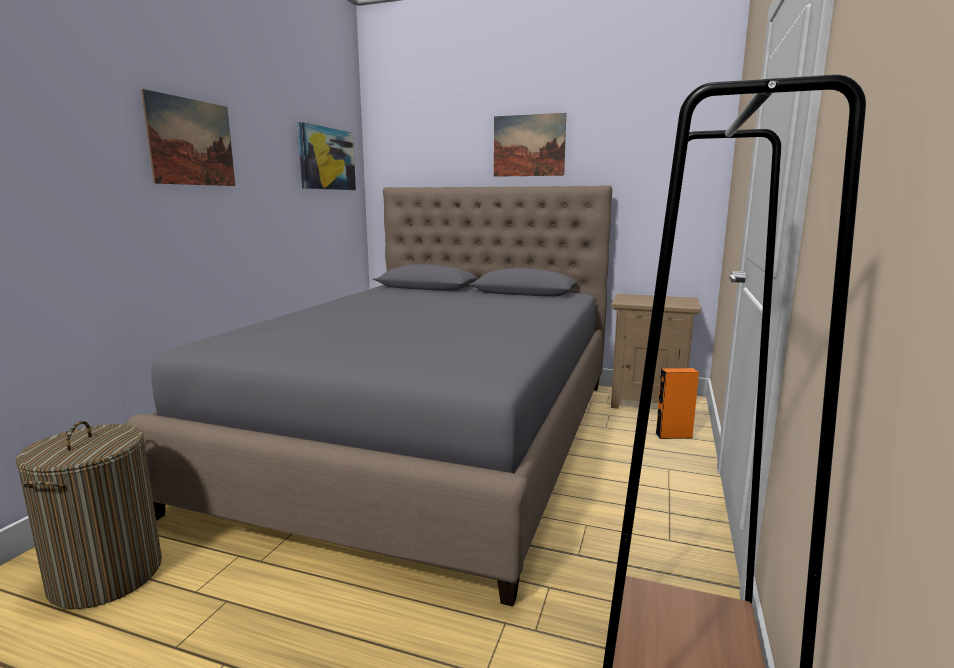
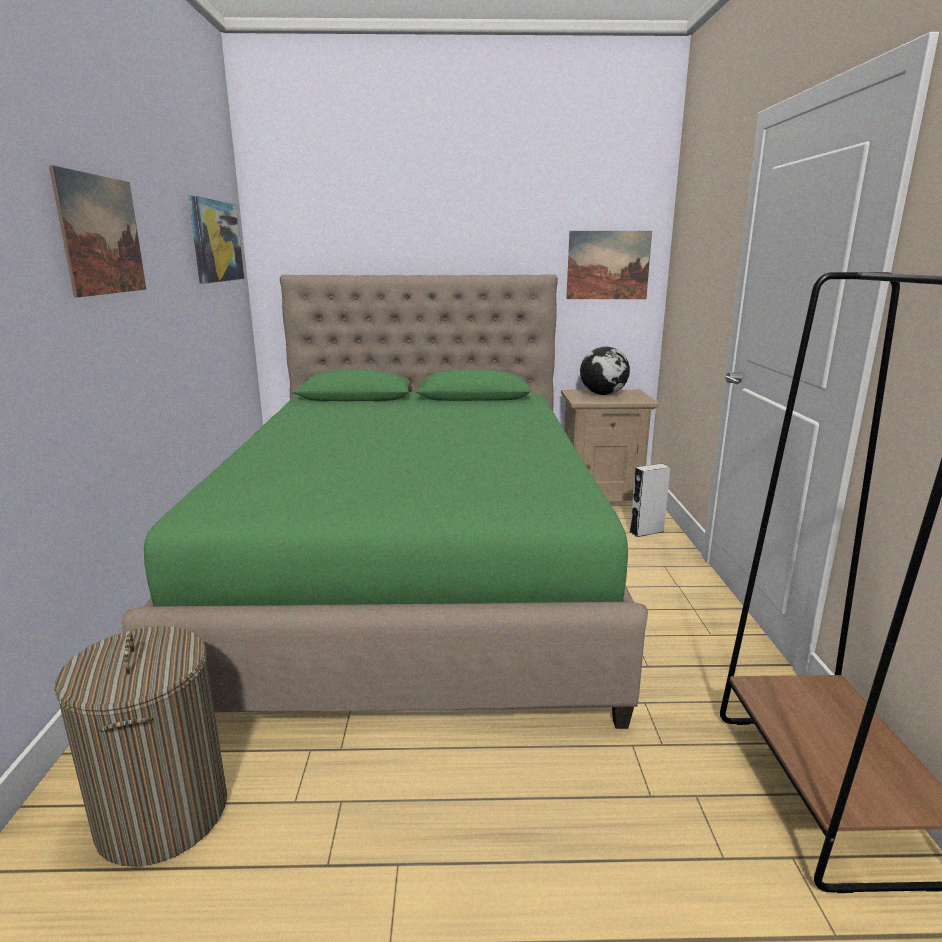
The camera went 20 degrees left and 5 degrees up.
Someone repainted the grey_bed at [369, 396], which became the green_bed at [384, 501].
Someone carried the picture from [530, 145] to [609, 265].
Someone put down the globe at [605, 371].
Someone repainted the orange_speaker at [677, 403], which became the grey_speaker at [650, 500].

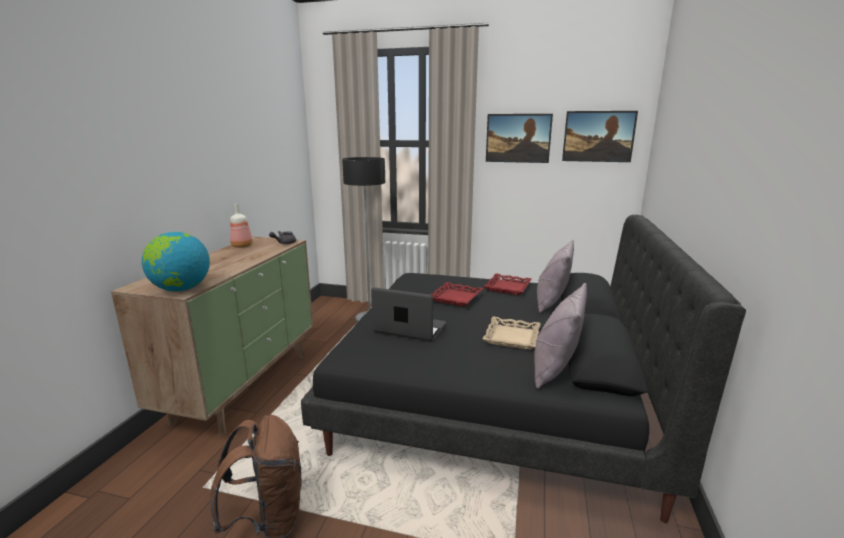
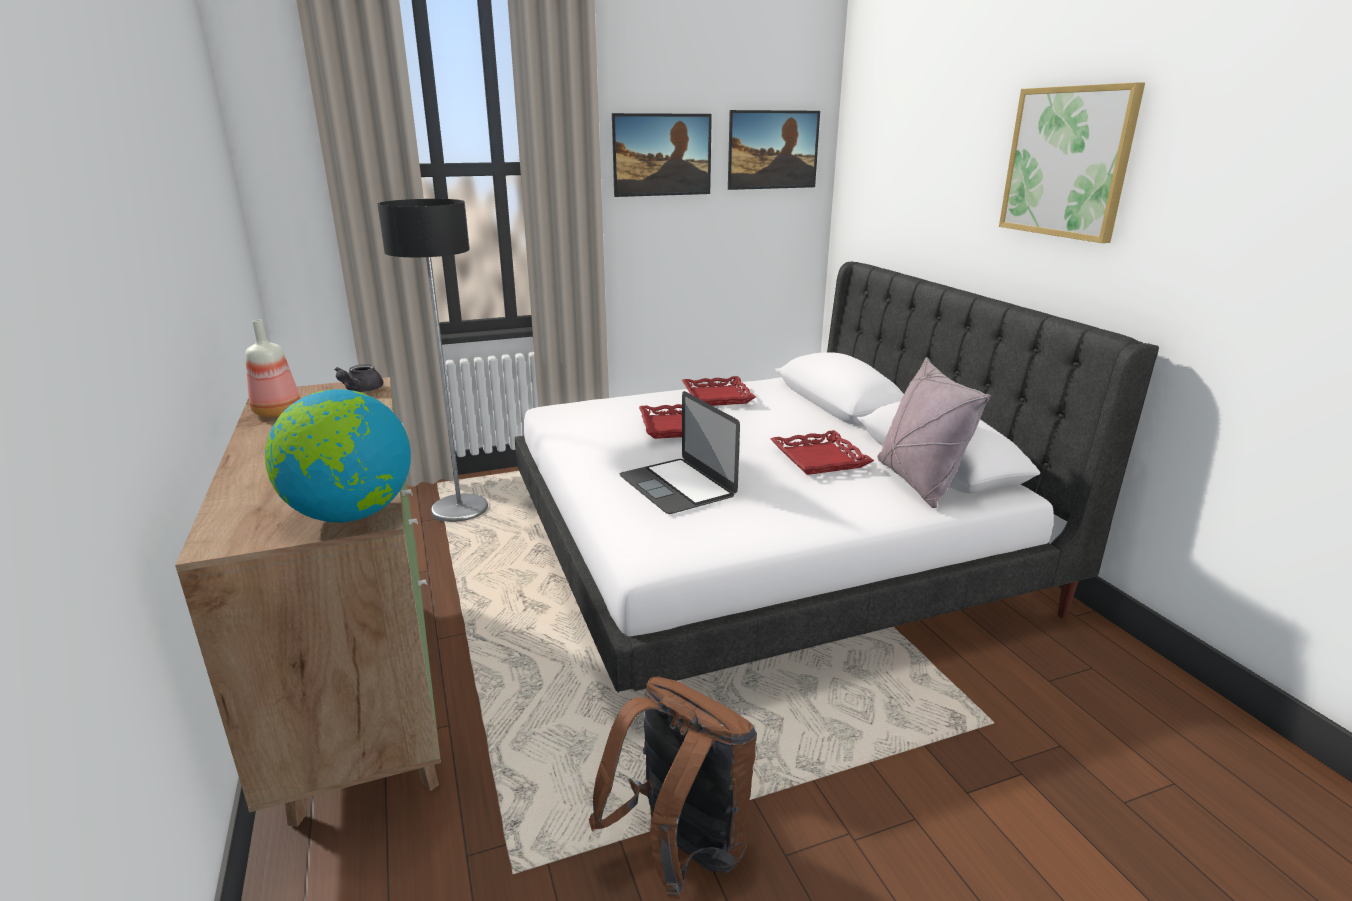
The camera went 35 degrees left and 5 degrees up.
Someone repainted the black_bed at [523, 369], which became the white_bed at [837, 477].
Someone rotated the laptop at [408, 314] by 105 degrees counterclockwise.
Someone repainted the beige_tray at [512, 333], which became the red_tray at [822, 452].
Someone put up the picture at [1072, 162].
Someone took away the purple_pillow at [555, 276].

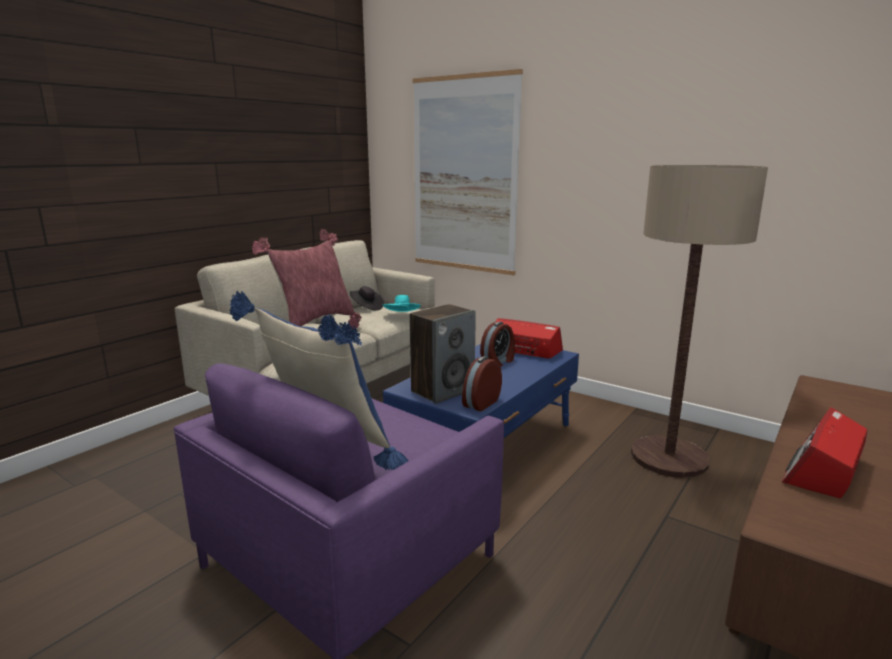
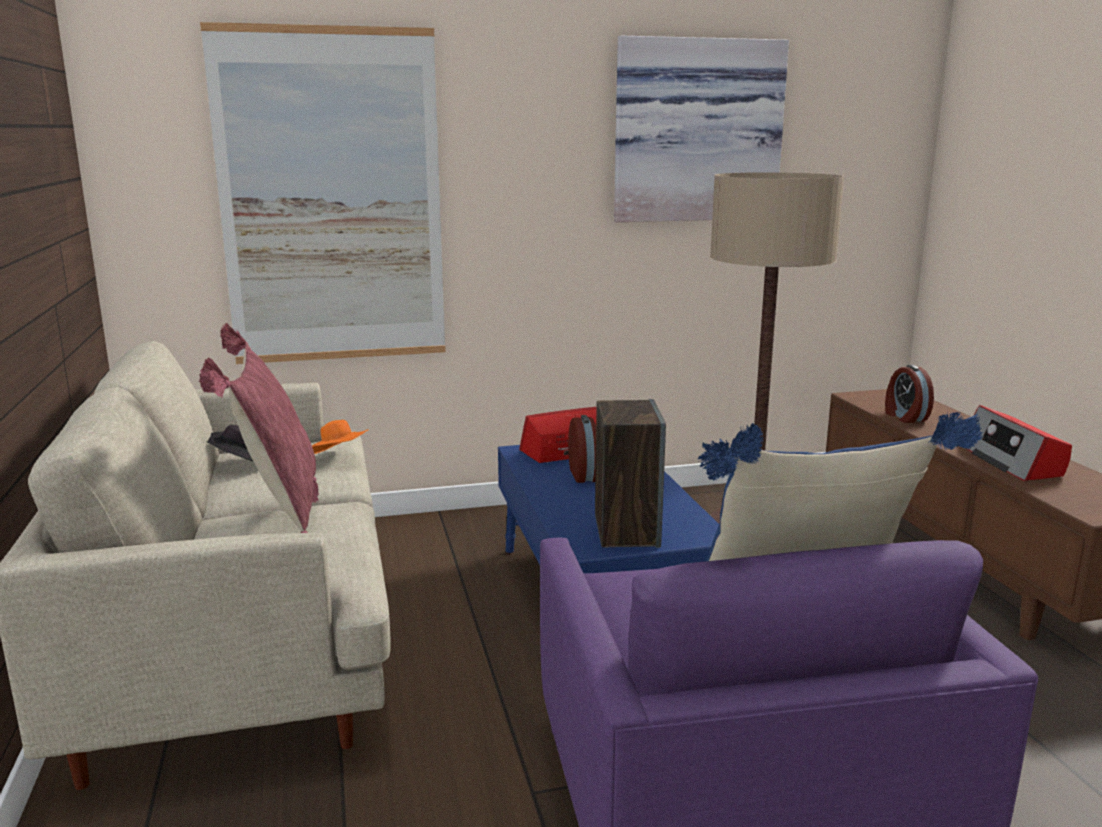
The camera went 50 degrees left and 0 degrees up.
Someone repainted the turquoise_hat at [402, 303], which became the orange_hat at [340, 437].
Someone put up the picture at [701, 129].
Someone carried the alarm_clock from [482, 383] to [909, 394].

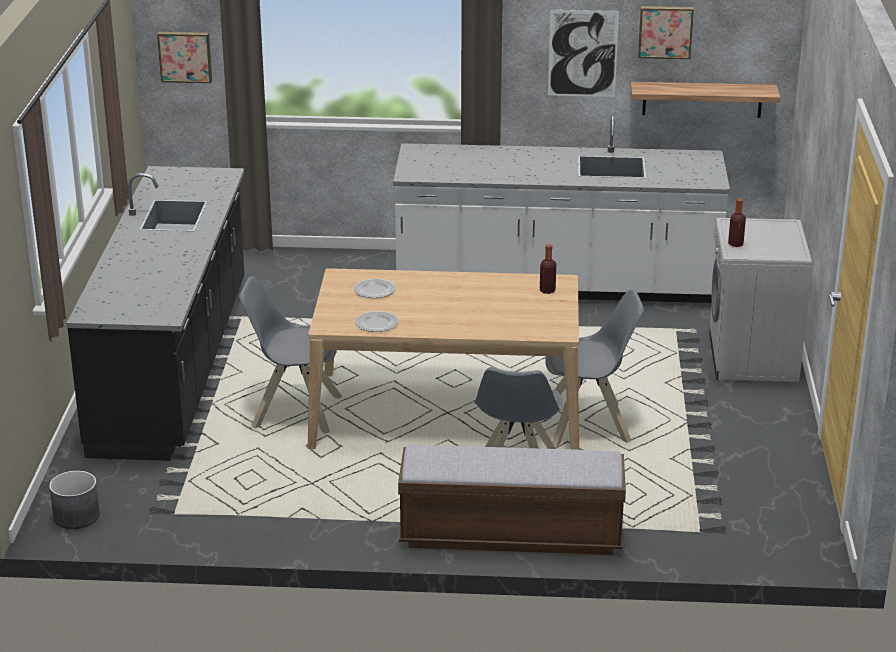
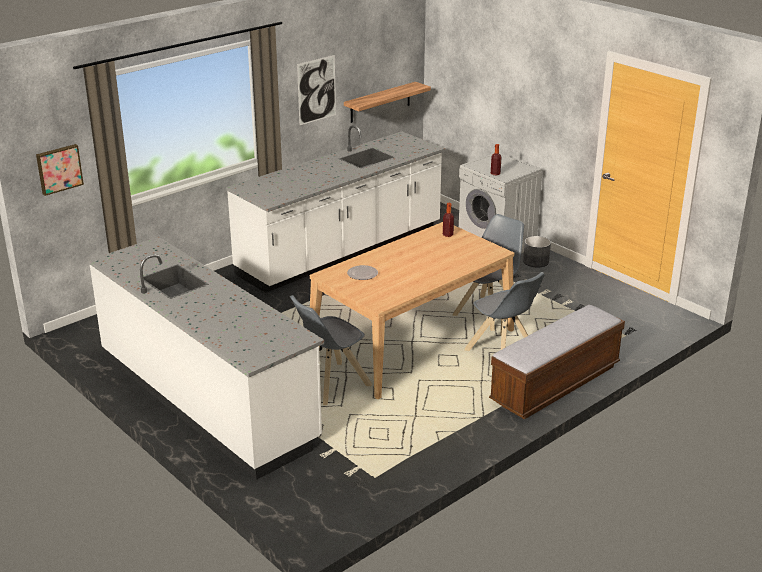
The camera went 45 degrees left and 0 degrees up.
Someone repainted the black_counter at [155, 313], which became the white_counter at [206, 358].
Someone carried the grey_planter from [74, 500] to [537, 252].
Someone took away the plate at [376, 321].
Someone took away the picture at [666, 32].

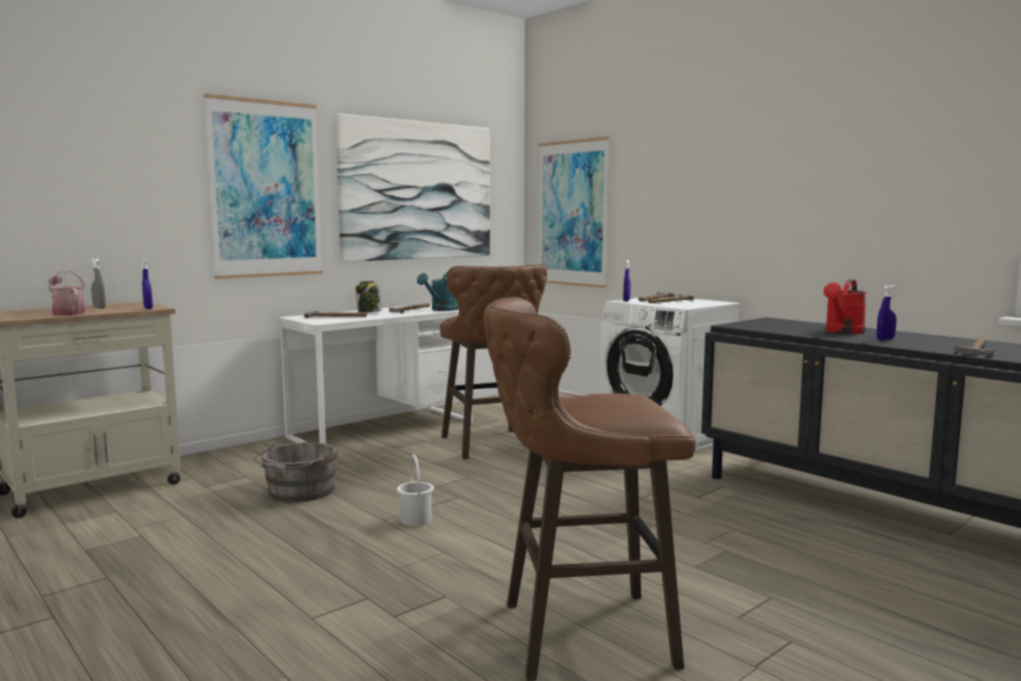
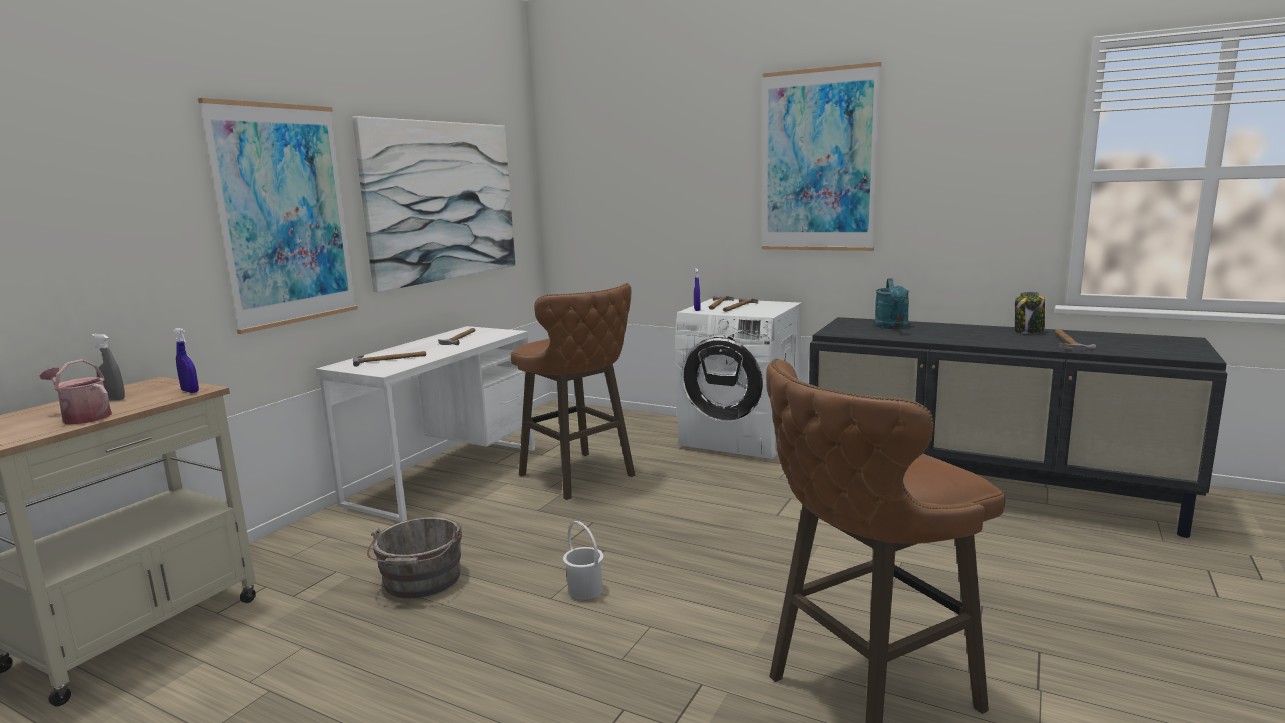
The camera went 20 degrees left and 5 degrees up.
Someone carried the picture from [574, 212] to [821, 156].
Someone carried the turquoise_watering_can from [438, 291] to [891, 303].
Someone carried the jar from [369, 297] to [1030, 313].
Someone took away the red_watering_can at [845, 307].
Someone took away the blue_spray_bottle at [886, 312].

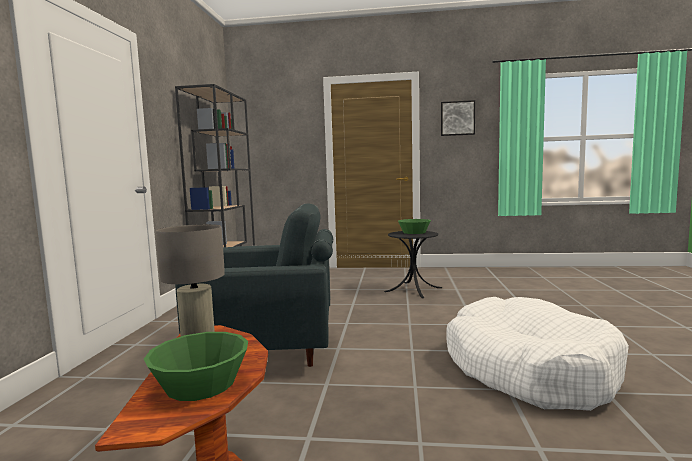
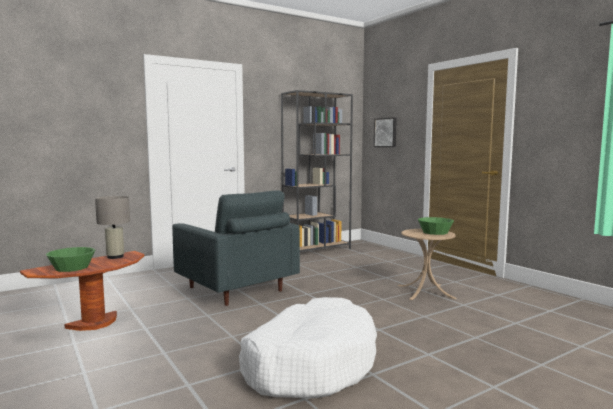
The camera went 50 degrees right and 0 degrees up.
Someone carried the picture from [458, 118] to [385, 132].
Someone repainted the black_side_table at [413, 264], which became the beige_side_table at [427, 264].

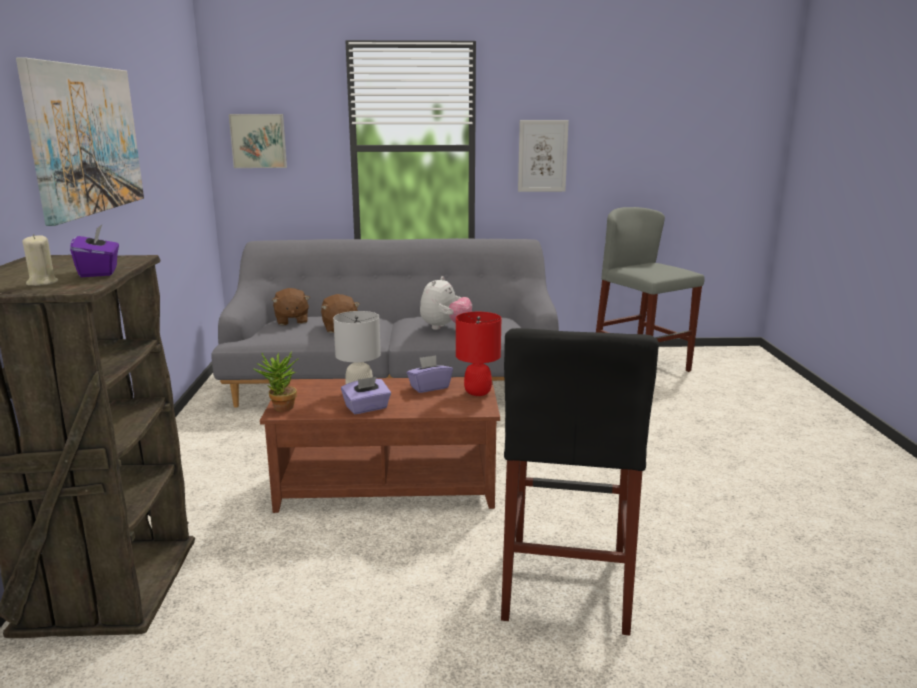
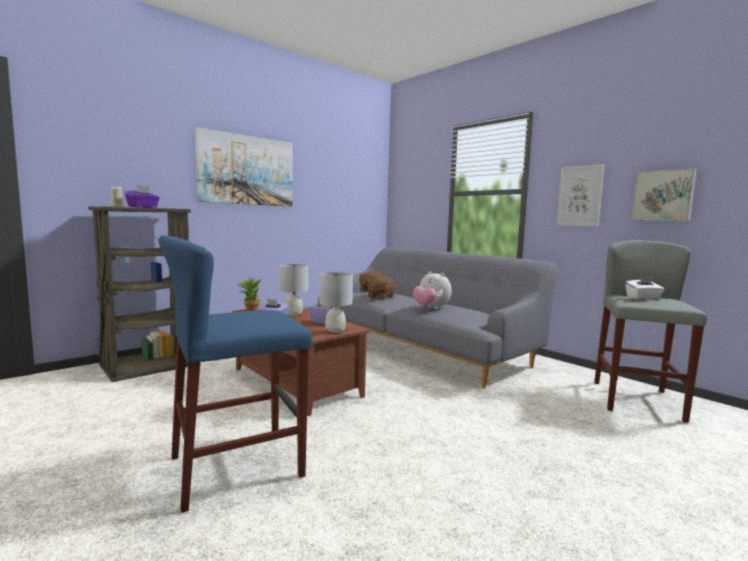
The camera went 50 degrees right and 10 degrees down.
Someone repainted the black_stool at [580, 482], which became the blue_stool at [235, 374].
Someone repainted the red_table_lamp at [478, 354], which became the grey_table_lamp at [336, 302].
Someone rotated the plush_toy at [446, 303] by 60 degrees clockwise.
Someone put down the white_tissue_box at [644, 288].
Someone carried the picture from [258, 141] to [664, 194].

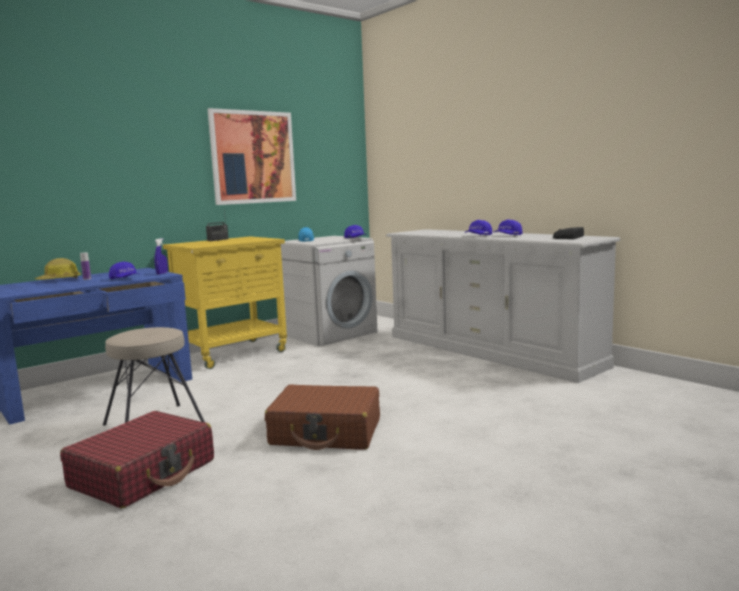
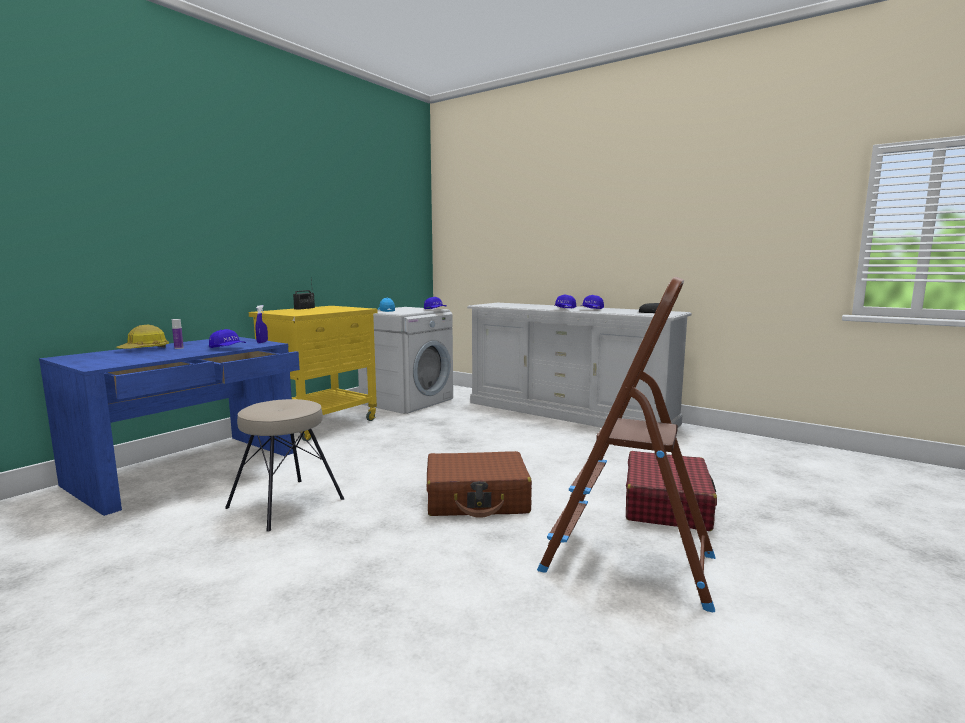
The camera went 15 degrees left and 0 degrees up.
Someone put down the brown_step_ladder at [626, 444].
Someone carried the red_suitcase from [137, 460] to [671, 491].
Someone took away the picture at [252, 156].

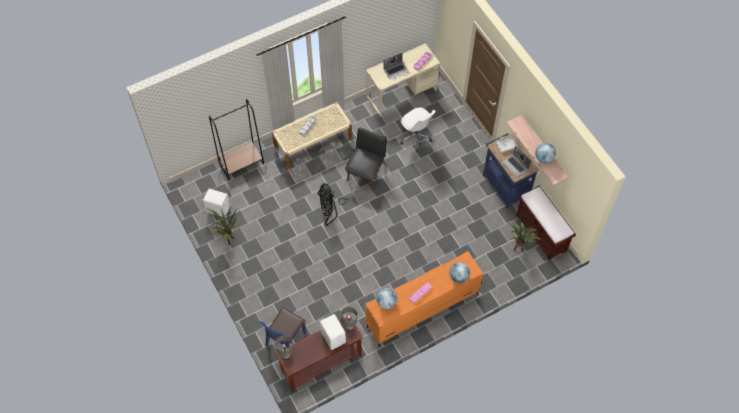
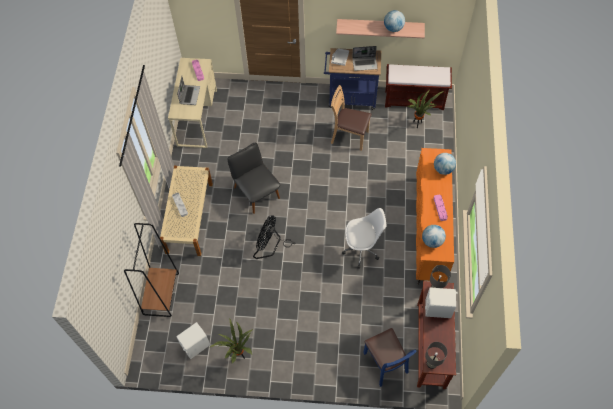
The camera went 55 degrees left and 0 degrees up.
Someone rotated the black_fan at [333, 204] by 90 degrees clockwise.
Someone put down the brown_chair at [351, 118].
Someone carried the white_office_chair from [417, 129] to [364, 238].

